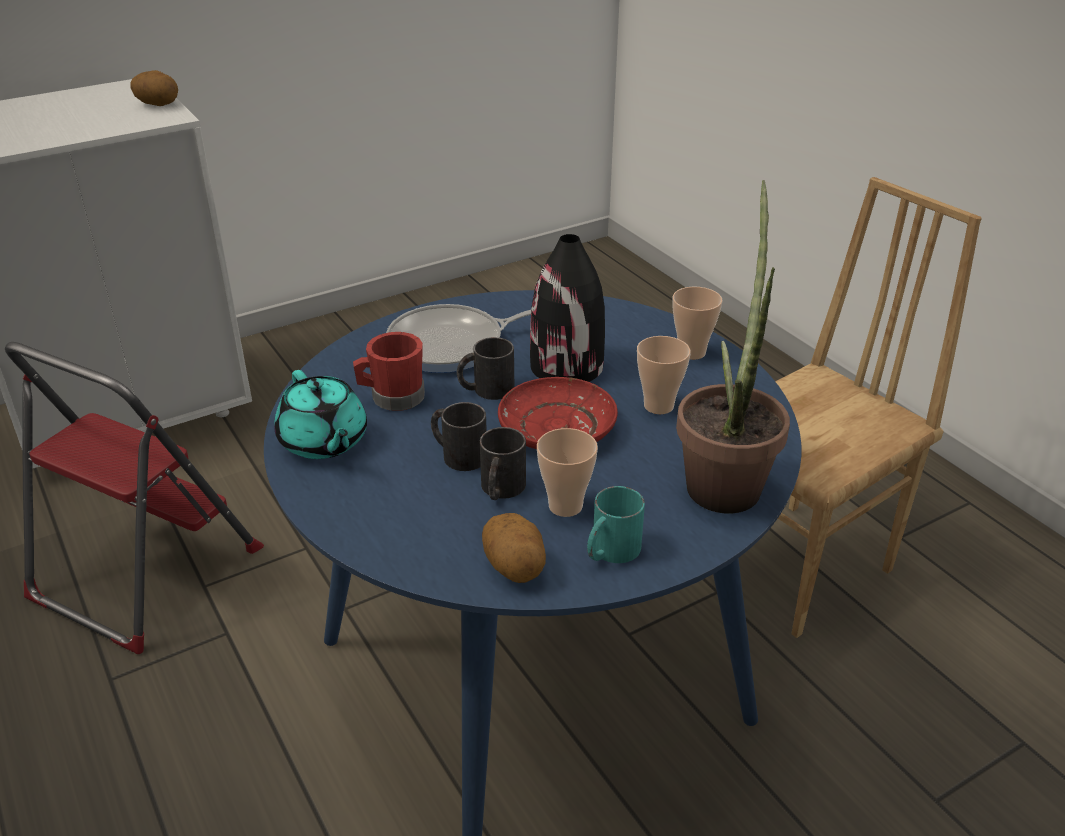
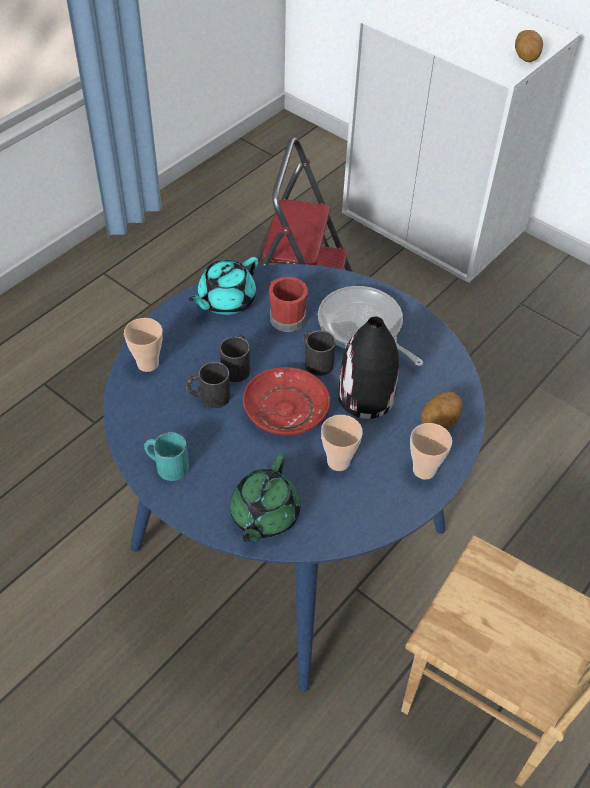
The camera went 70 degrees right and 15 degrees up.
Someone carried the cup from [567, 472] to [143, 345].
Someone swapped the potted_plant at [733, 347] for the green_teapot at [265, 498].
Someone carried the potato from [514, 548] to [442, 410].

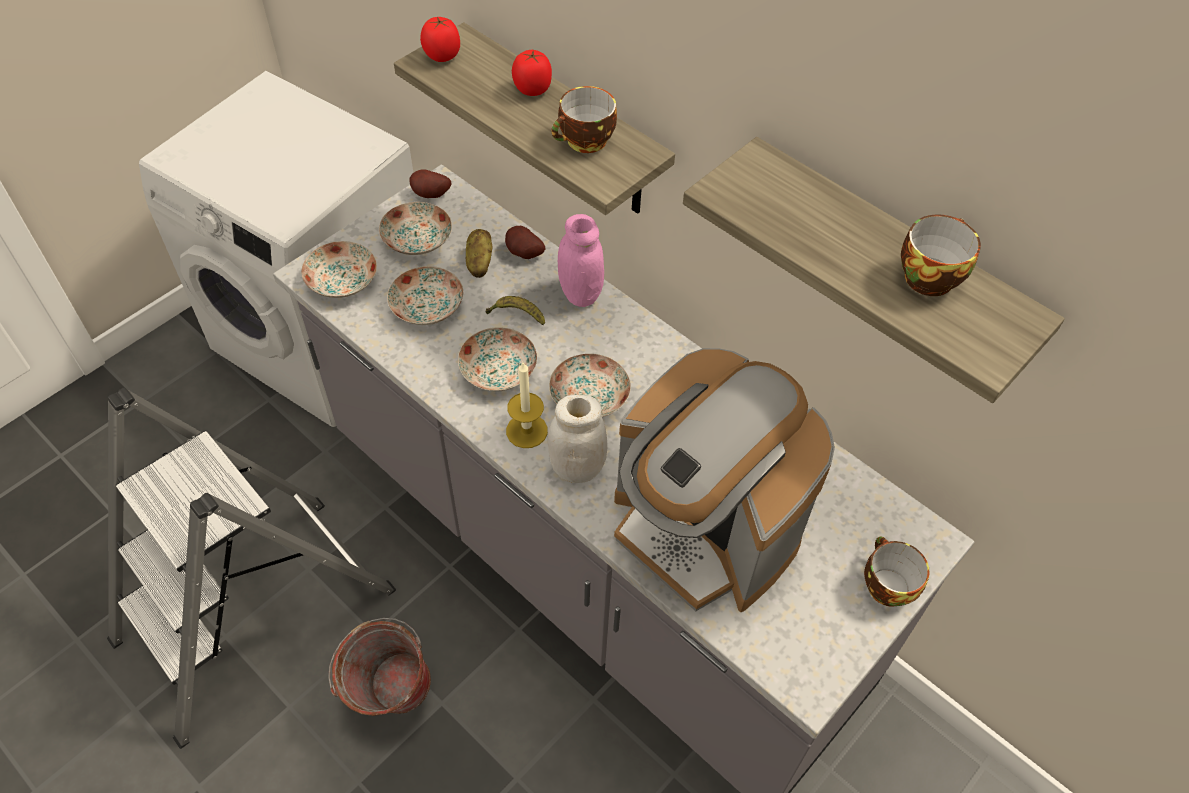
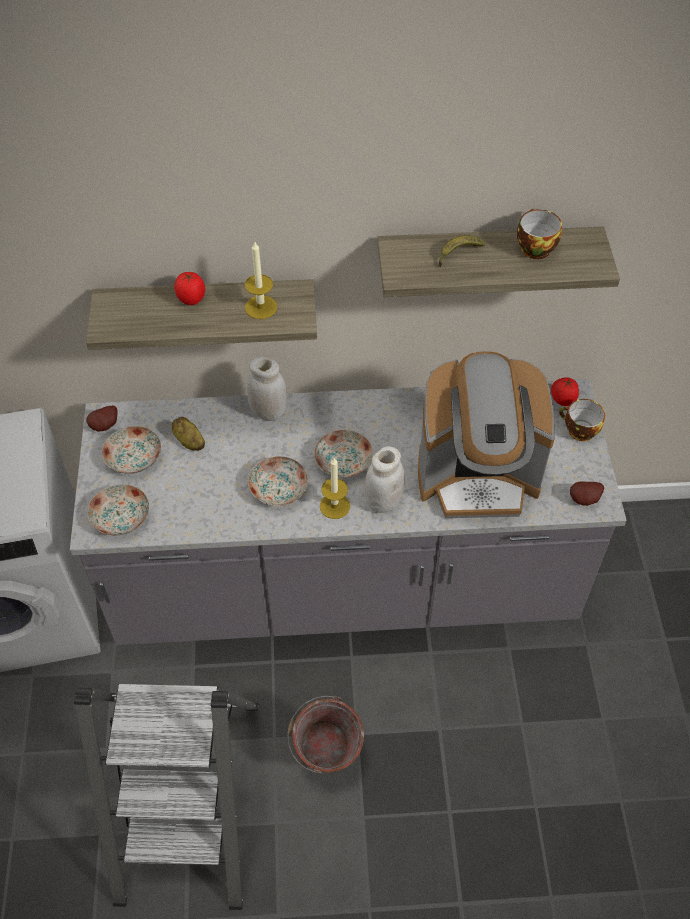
The camera went 45 degrees left and 0 degrees up.
Someone swapped the cup at [584, 119] for the candle at [261, 280].
Someone repainted the pink_jar at [581, 260], which became the white_jar at [266, 389].
Someone carried the banana from [515, 310] to [462, 251].
Someone carried the tomato from [440, 39] to [565, 391].
Someone carried the potato from [525, 242] to [587, 493].
Someone took away the plate at [425, 295].

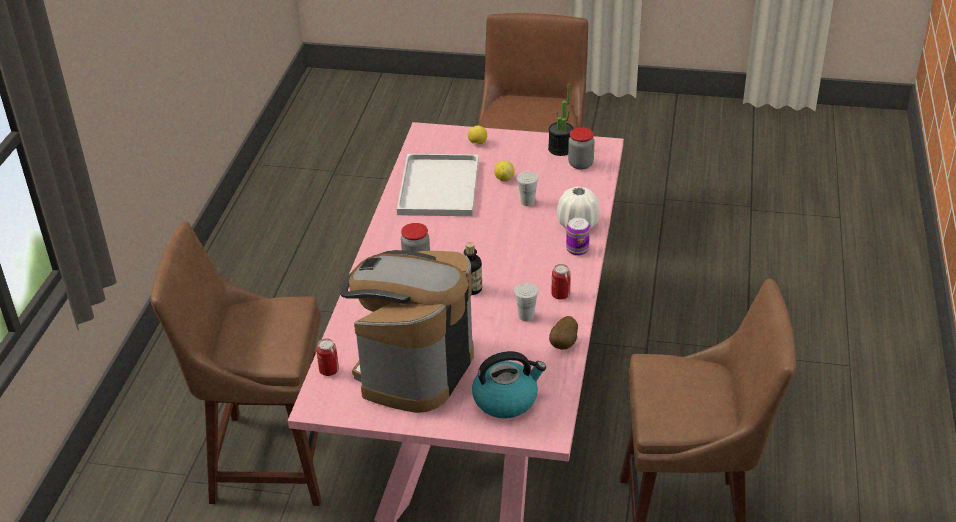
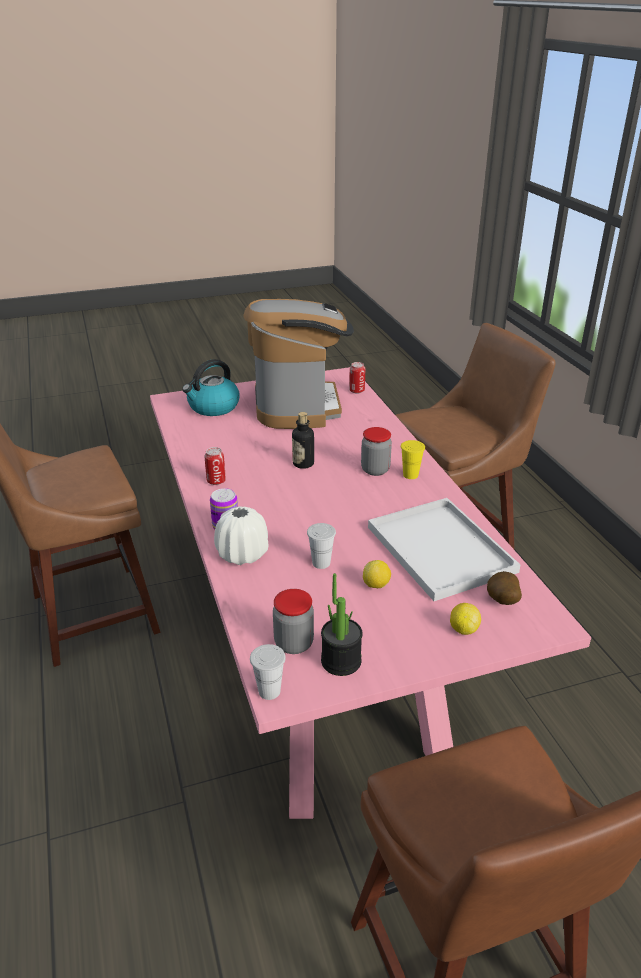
The camera went 150 degrees right and 5 degrees down.
Someone carried the white_cup from [526, 302] to [268, 672].
Someone put down the yellow_cup at [413, 459].
Someone carried the potato from [563, 333] to [504, 588].

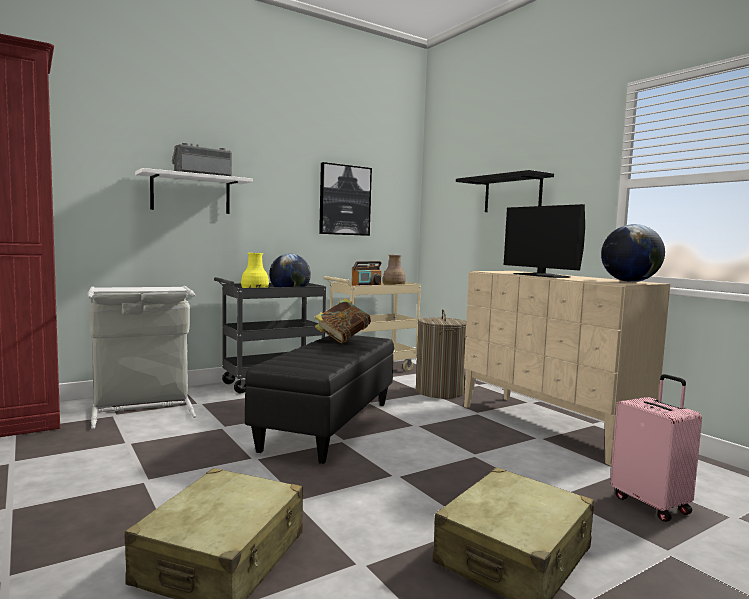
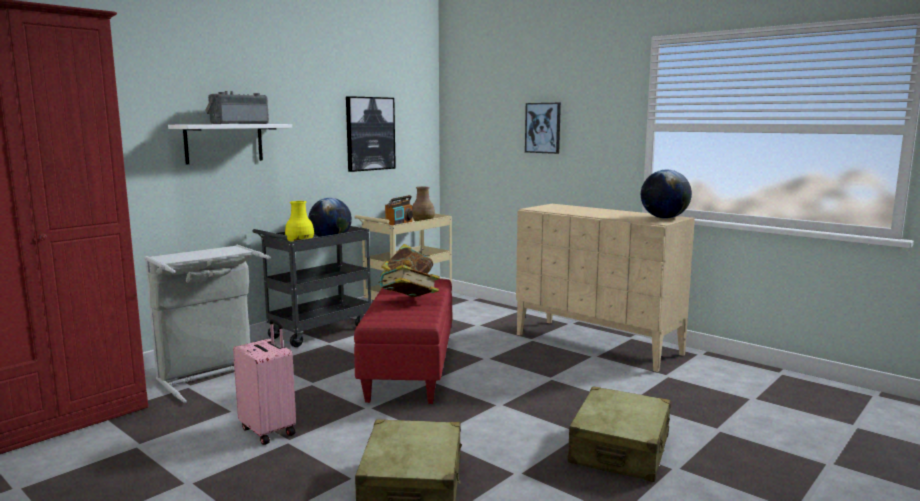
The camera went 15 degrees left and 5 degrees up.
Someone carried the pink_suitcase from [656, 448] to [264, 382].
Someone repainted the black_ottoman at [319, 399], which became the red_ottoman at [403, 341].
Someone put down the book at [409, 281].
Someone swapped the black_shelf at [505, 191] for the picture at [543, 128].
Someone took away the laundry_basket at [441, 353].
Someone took away the monitor at [544, 241].

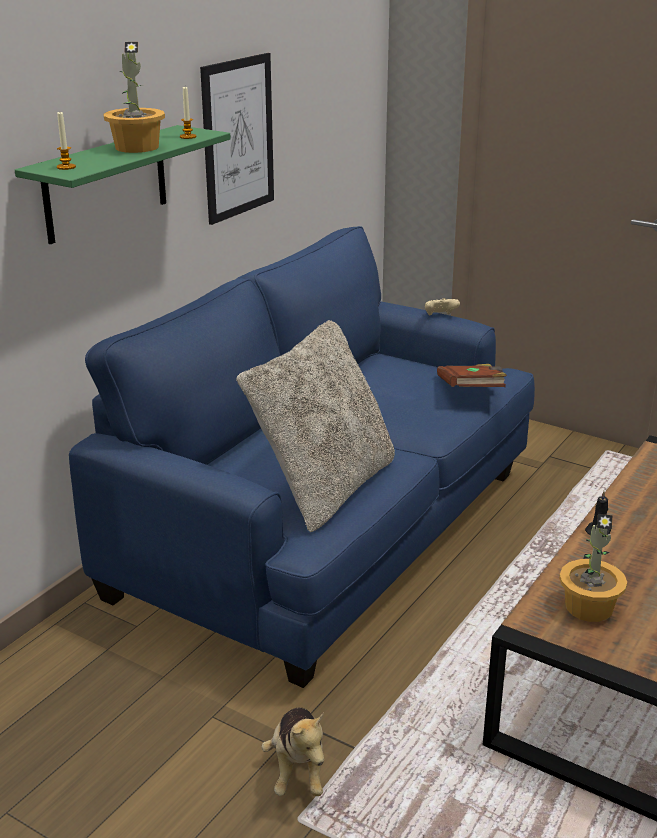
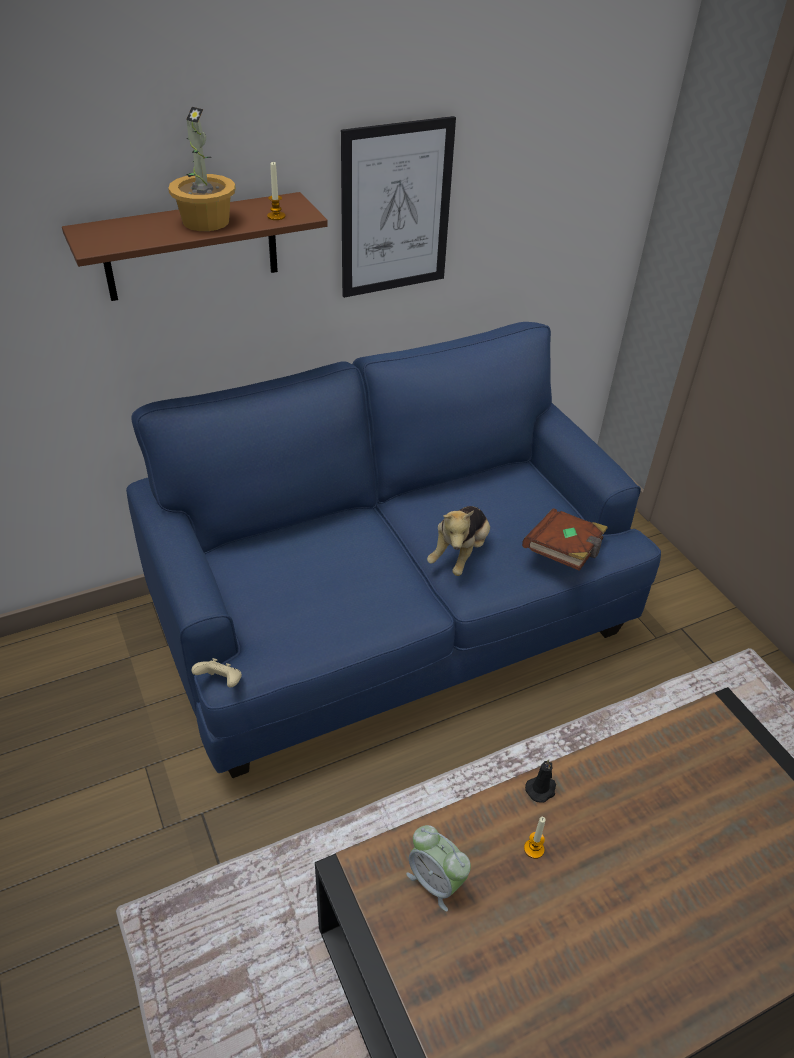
The camera went 30 degrees right and 15 degrees up.
Someone repainted the green_shelf at [123, 184], which became the brown_shelf at [195, 246].
Someone carried the beige_game_controller from [442, 306] to [216, 672].
Someone swapped the potted_plant at [593, 568] for the alarm_clock at [438, 868].
Someone carried the plush_toy from [292, 752] to [458, 541].
Someone carried the candle from [66, 141] to [535, 838].
Someone took away the beige_pillow at [315, 426].

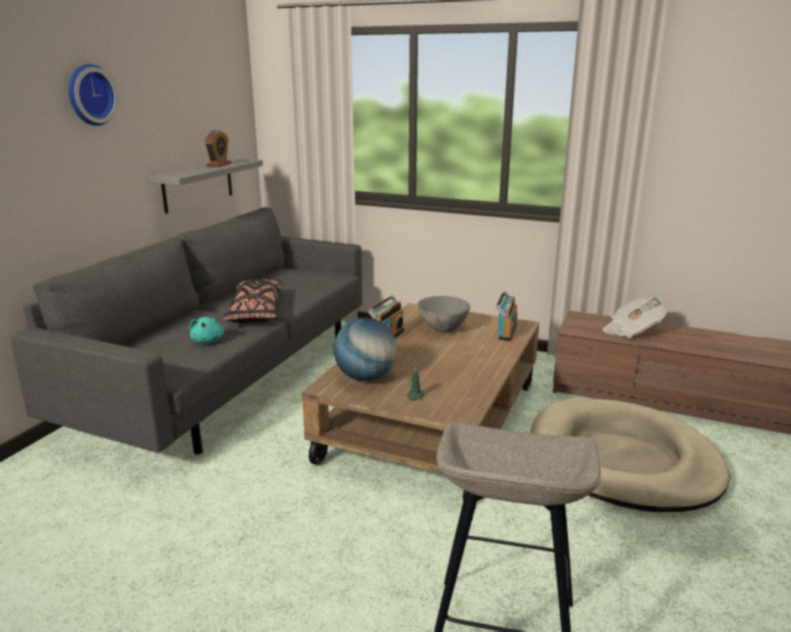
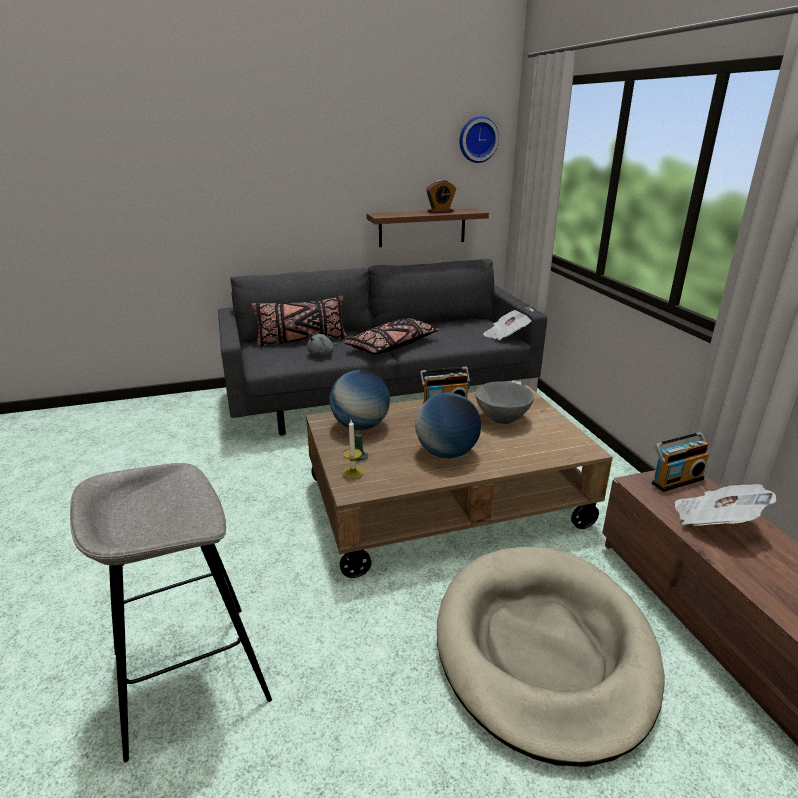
The camera went 50 degrees right and 5 degrees up.
Someone put down the black_pillow at [299, 321].
Someone repainted the turquoise_plush_toy at [207, 330], which became the grey_plush_toy at [322, 344].
Someone put down the candle at [353, 449].
Someone repainted the grey_shelf at [206, 186], which became the brown_shelf at [427, 227].
Someone put down the globe at [448, 425].
Someone carried the wall_clock from [93, 95] to [479, 139].
Someone put down the newspaper at [508, 324].
Someone carried the radio from [506, 316] to [680, 462].

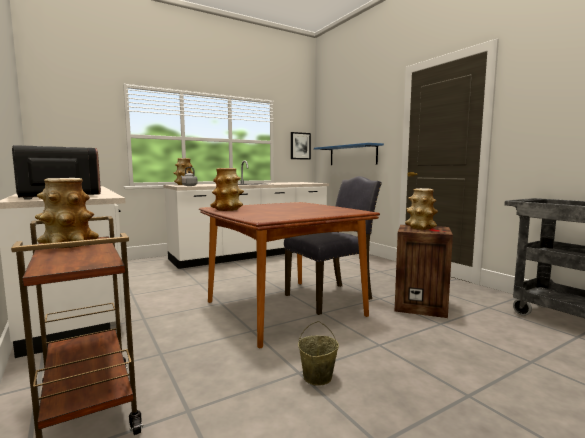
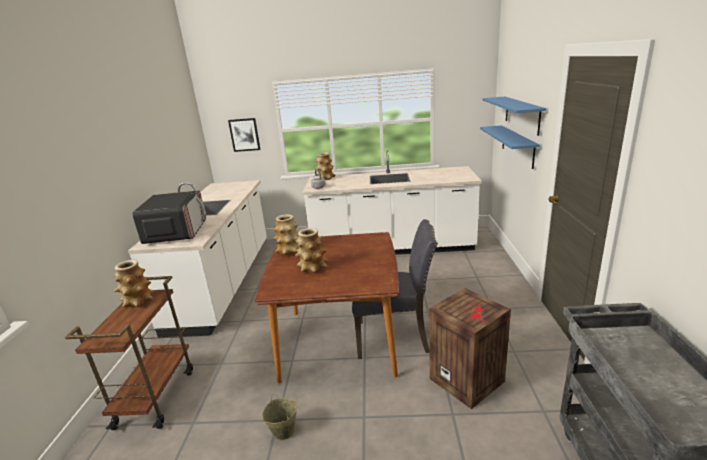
The camera went 35 degrees right and 15 degrees up.
Someone carried the picture from [301, 146] to [244, 135].
Someone carried the vase from [421, 209] to [311, 250].
Someone put up the blue_shelf at [514, 116].

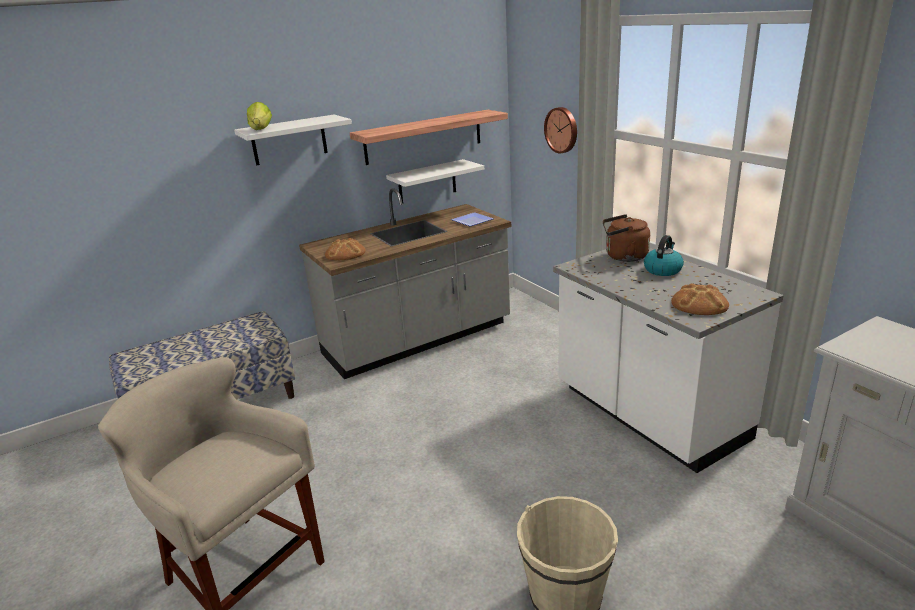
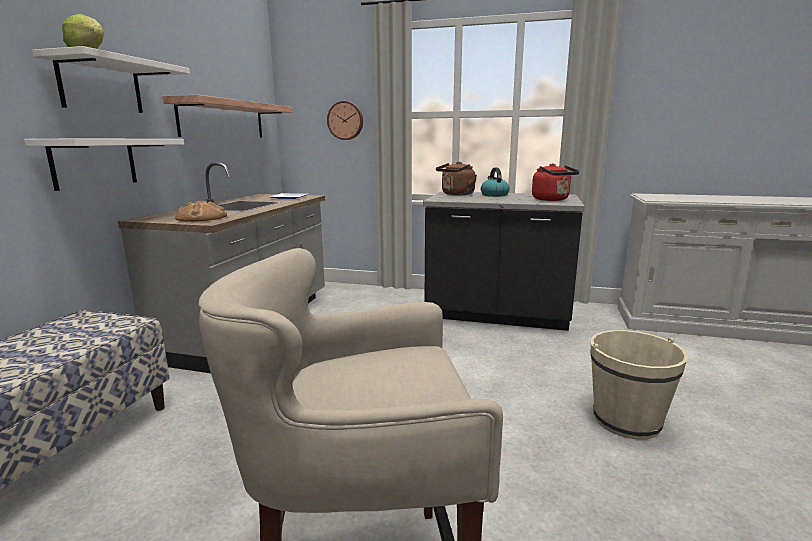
The camera went 45 degrees left and 10 degrees down.
Someone carried the white_shelf from [435, 182] to [104, 165].
Someone repainted the white_counter at [668, 360], which became the black_counter at [504, 261].
Someone swapped the bread at [700, 299] for the red_kettle at [555, 182].

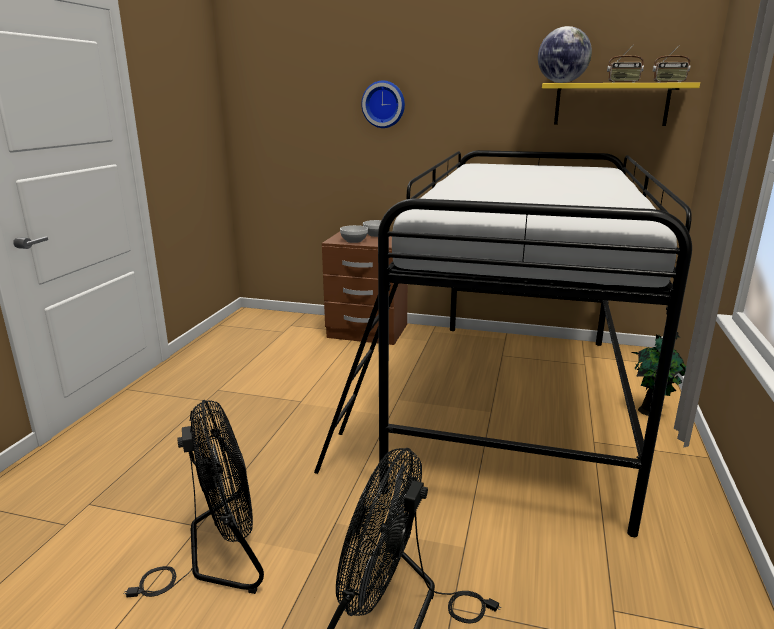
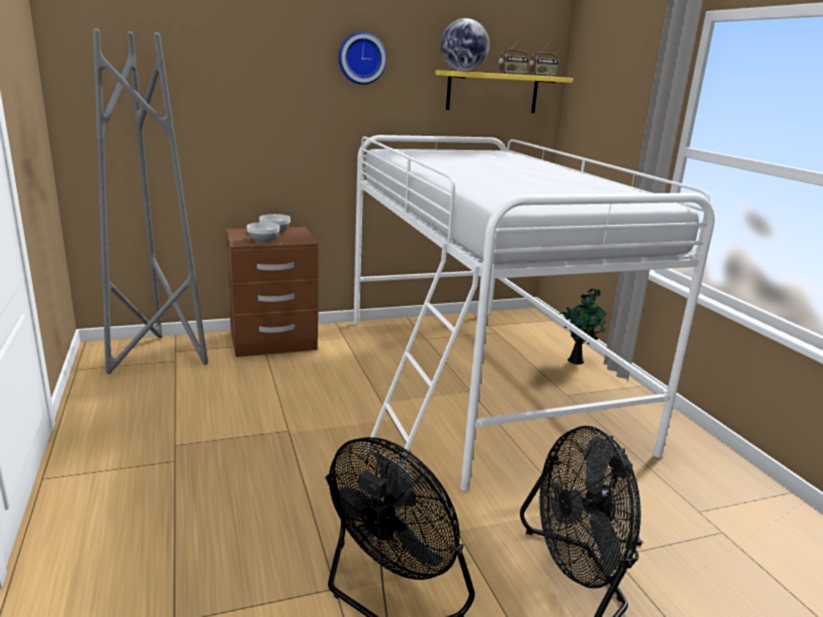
The camera went 35 degrees left and 0 degrees up.
Someone put down the grey_clothes_rack at [150, 201].
Someone carried the wall_clock from [383, 104] to [362, 58].
Someone repainted the black_bed at [503, 343], which became the white_bed at [534, 313].

